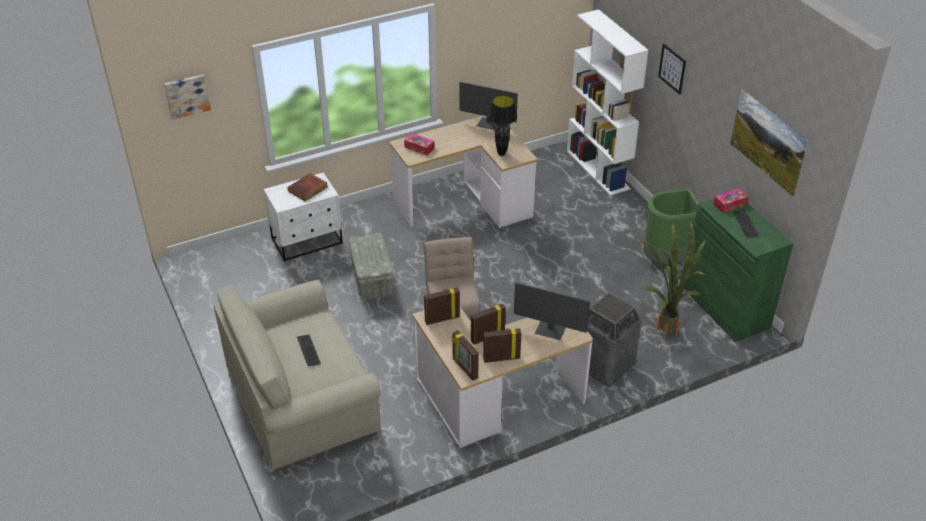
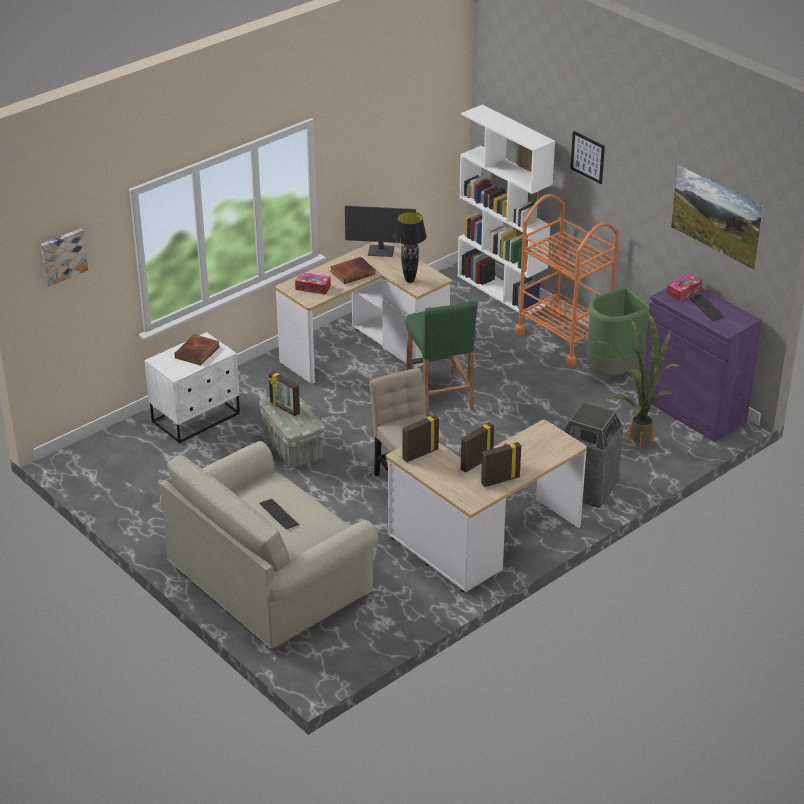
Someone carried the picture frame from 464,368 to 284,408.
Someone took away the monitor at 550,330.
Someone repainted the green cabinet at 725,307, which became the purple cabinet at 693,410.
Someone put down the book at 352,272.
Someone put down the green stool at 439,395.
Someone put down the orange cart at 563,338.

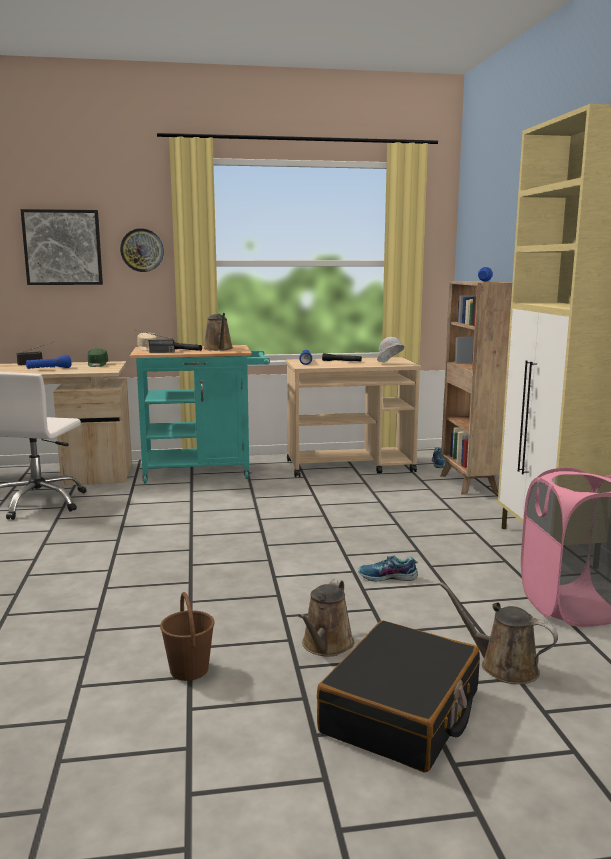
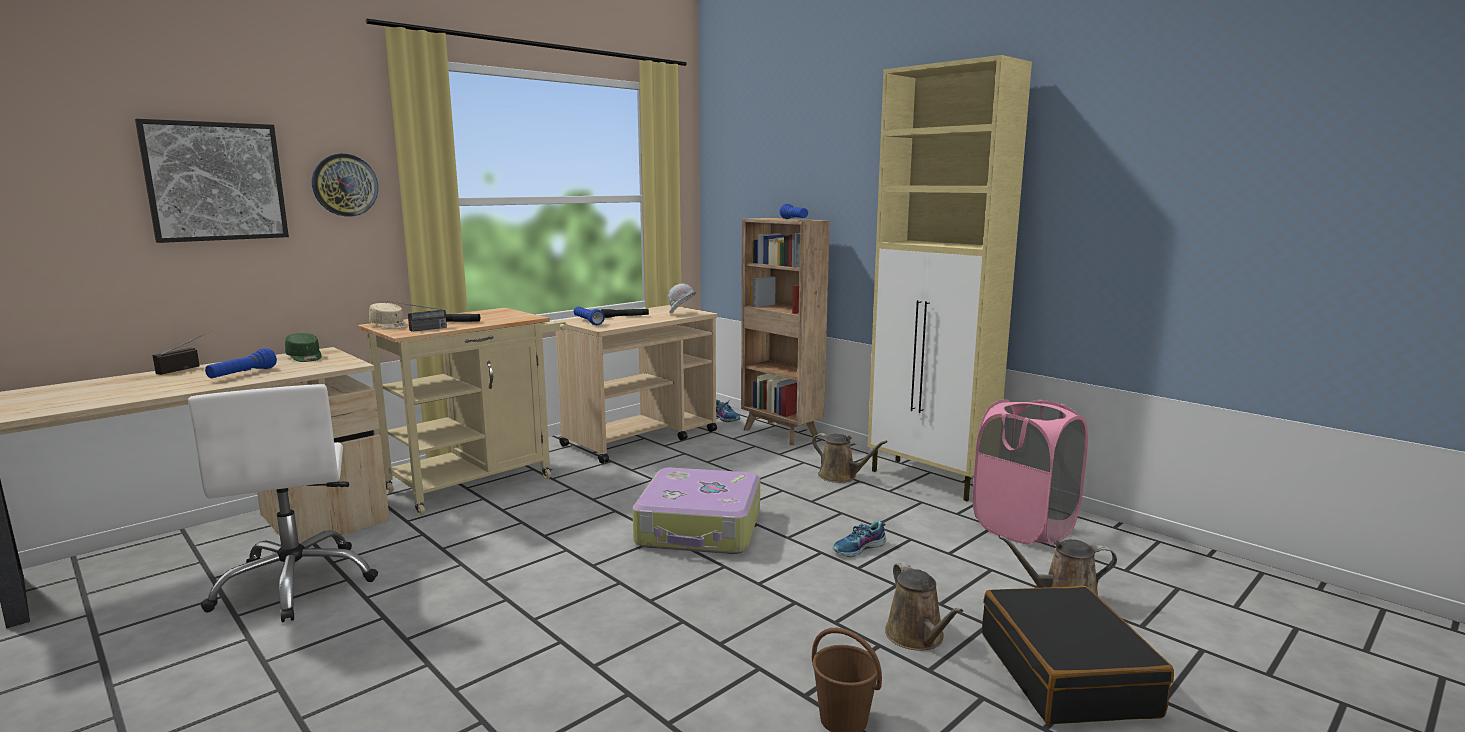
Someone repainted the turquoise cart at 204,472, which became the beige cart at 479,481.
Someone carried the brown watering can from 219,349 to 840,476.
Someone put down the suitcase at 700,529.

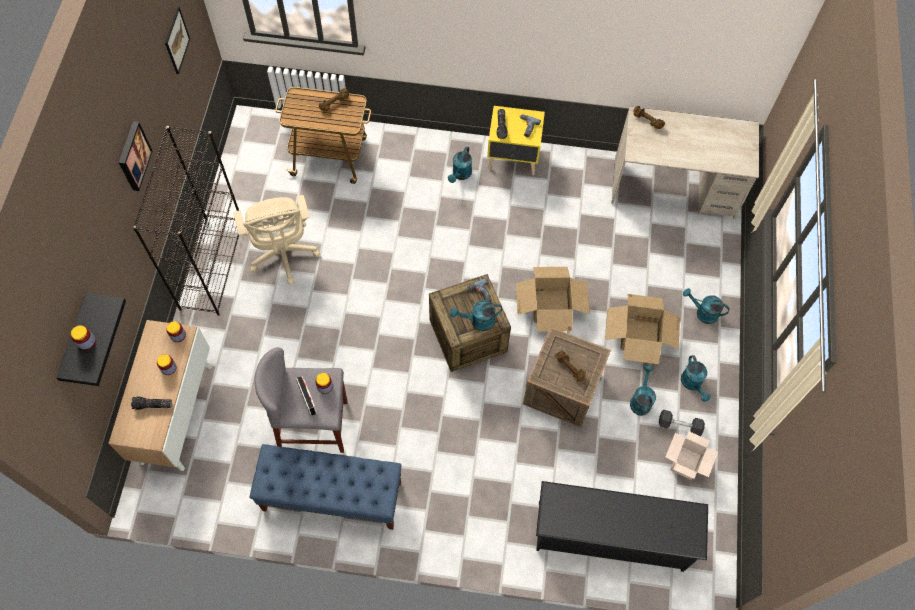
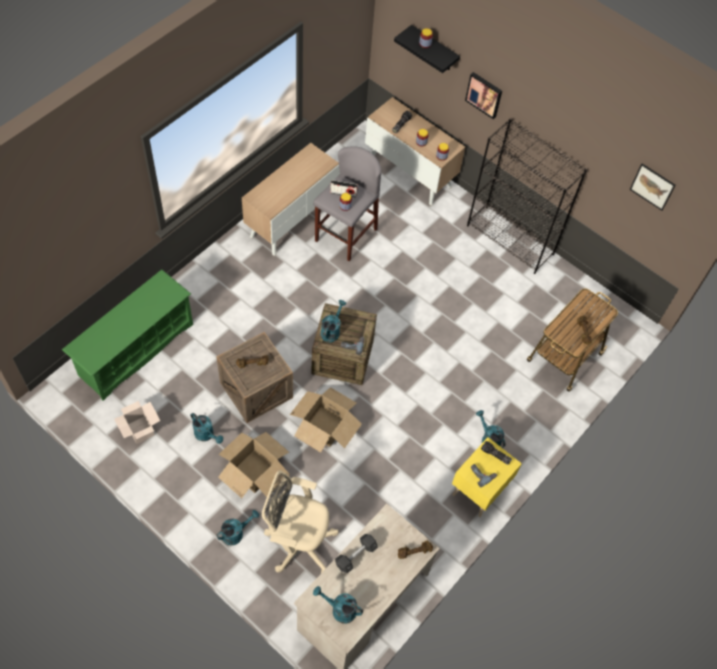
Someone carried the picture from 133,156 to 484,94.
Someone carried the beige office chair from 284,255 to 298,543.
Someone swapped the blue bench at 331,496 for the cabinet at 291,220.
Someone repainted the black shoe rack at 611,536, which became the green shoe rack at 136,350.
Someone carried the grey dumbbell from 679,425 to 356,556.
Someone carried the turquoise watering can from 693,384 to 339,609.

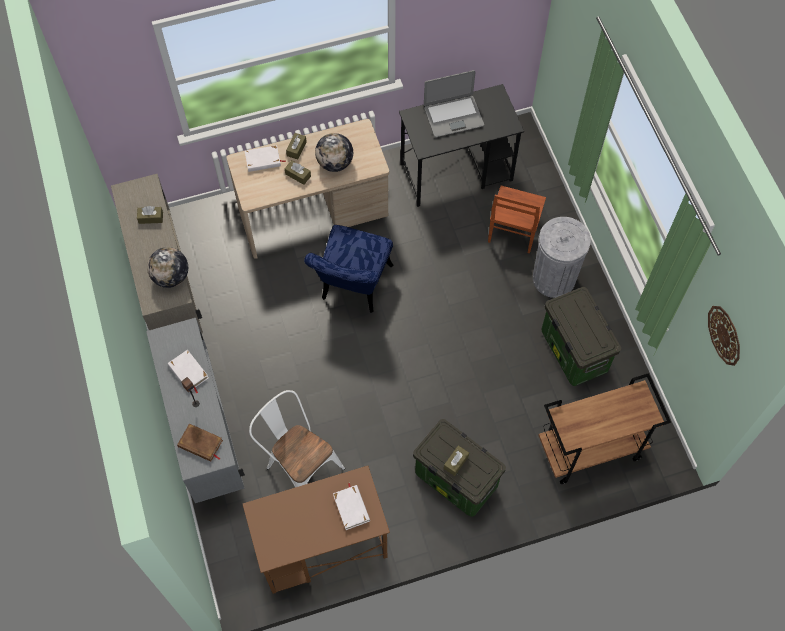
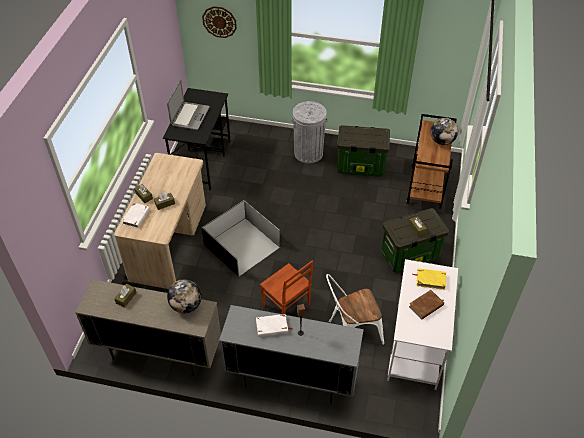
Someone carried the brown book from 200,444 to 426,306.
Someone repainted the brown desk at 320,546, which became the white desk at 416,346.
Someone swapped the blue chair at 353,287 for the black storage box at 241,246.
Someone carried the globe from 335,163 to 442,141.
Someone repainted the white book at 351,508, which became the yellow book at 430,280.
Someone carried the brown chair from 512,232 to 286,306.
Someone carried the wall clock from 724,335 to 219,22.

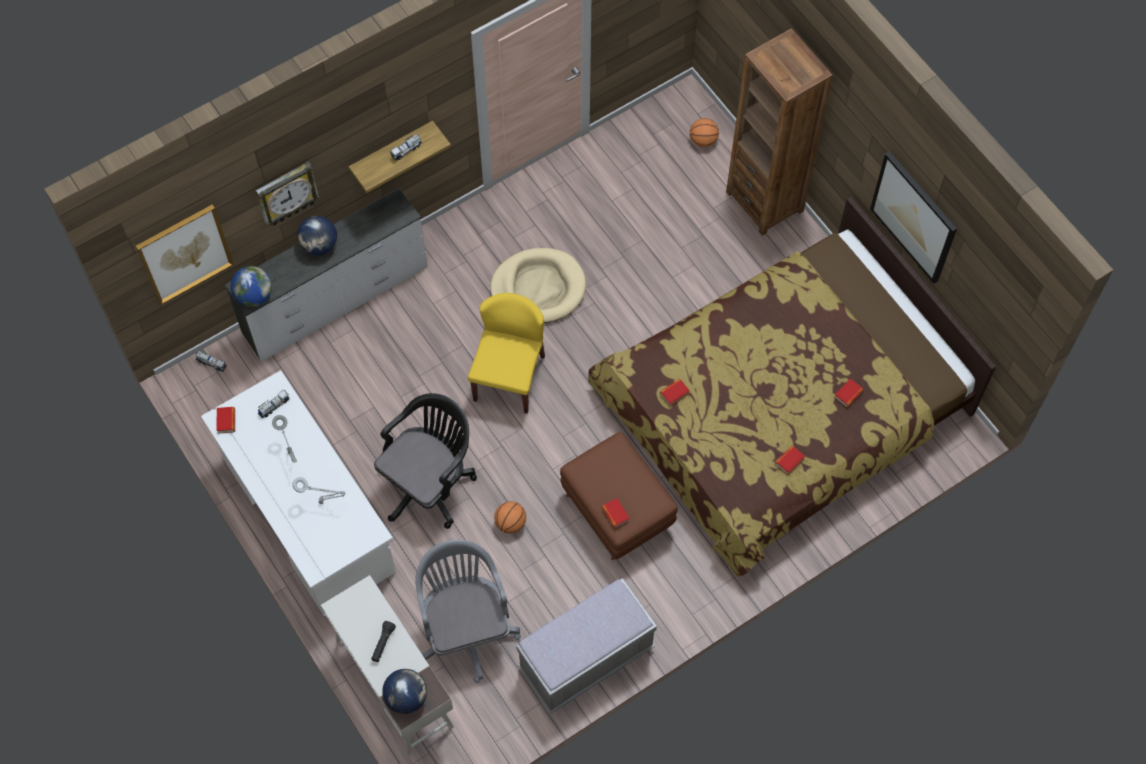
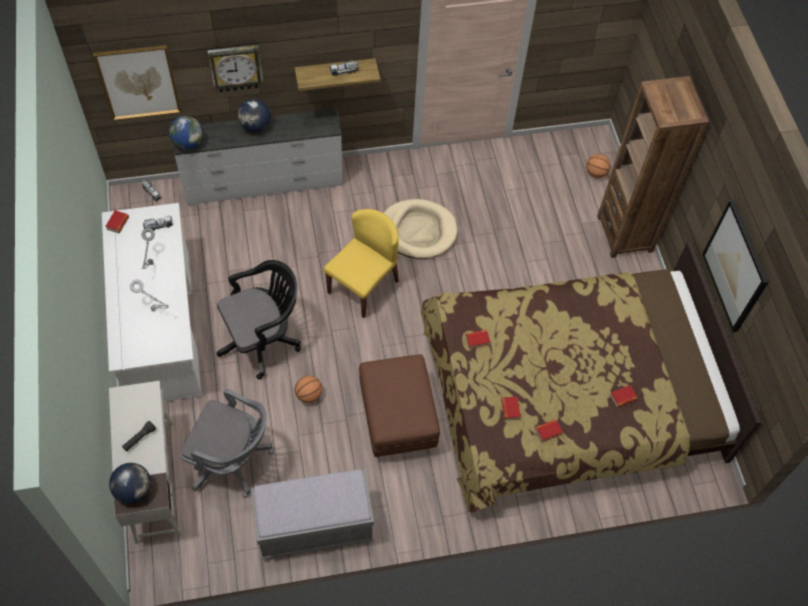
Someone rotated the grey office chair at 465,627 by 105 degrees clockwise.
Someone carried the book from 615,514 to 510,409.

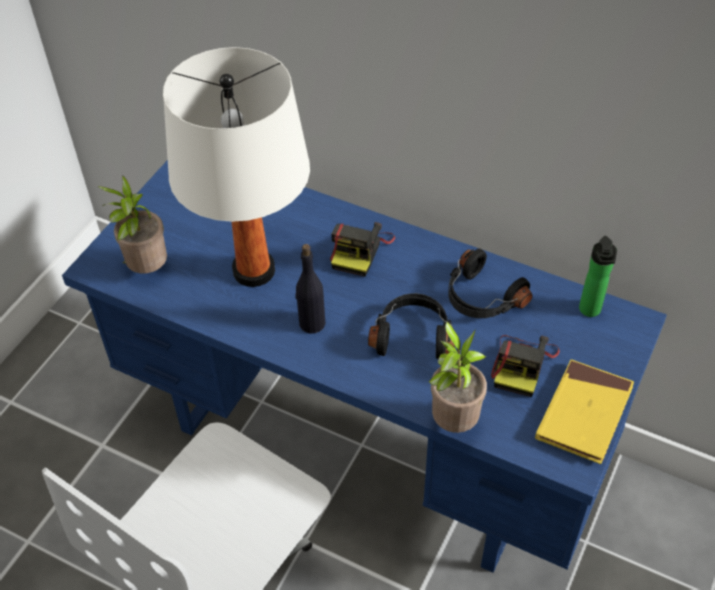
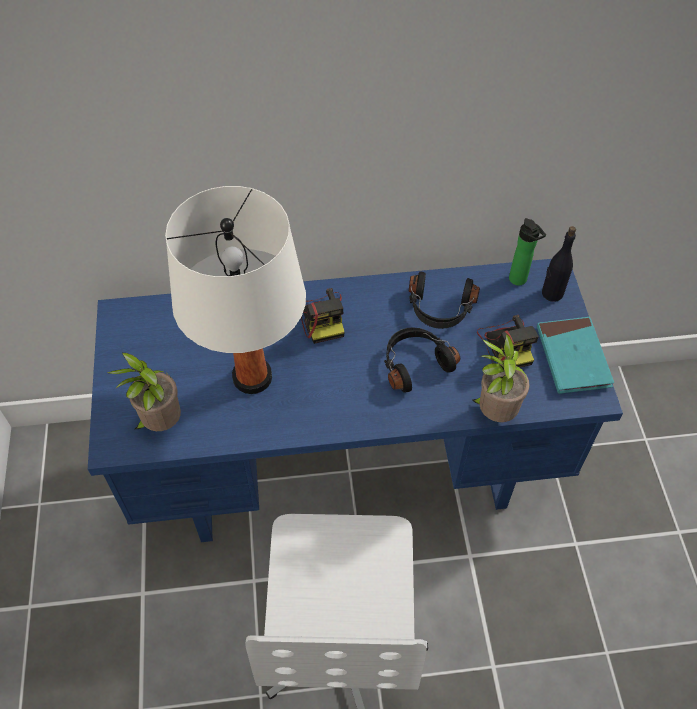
Someone carried the black bottle from 311,323 to 552,293.
Someone repainted the yellow book at 584,414, which became the turquoise book at 573,357.

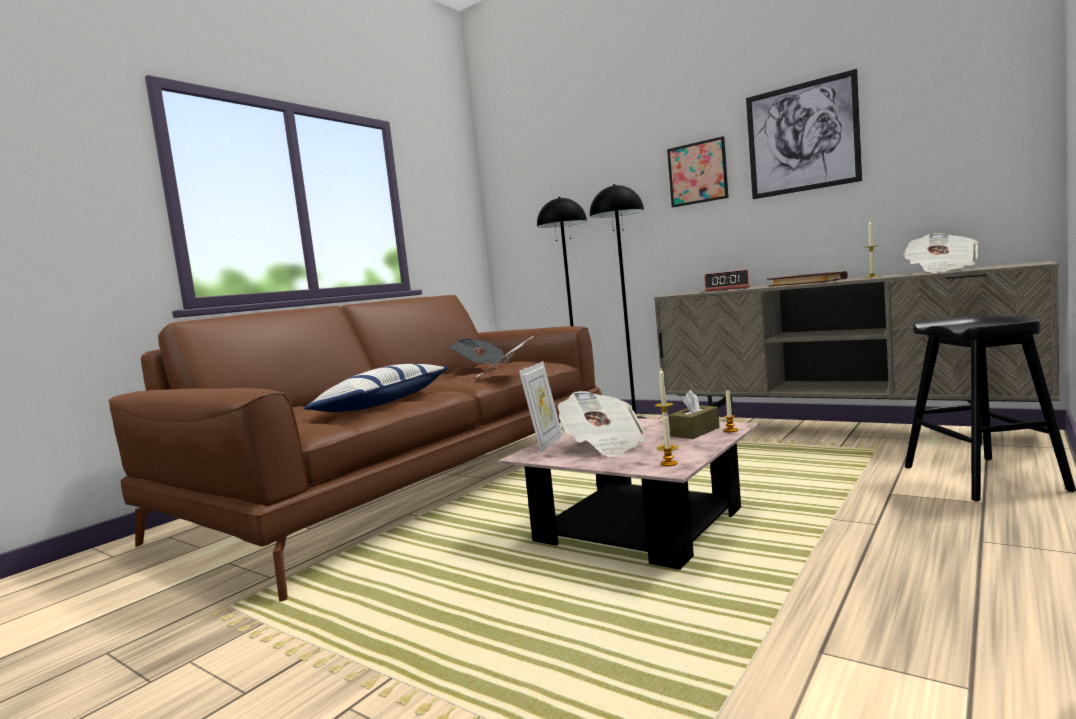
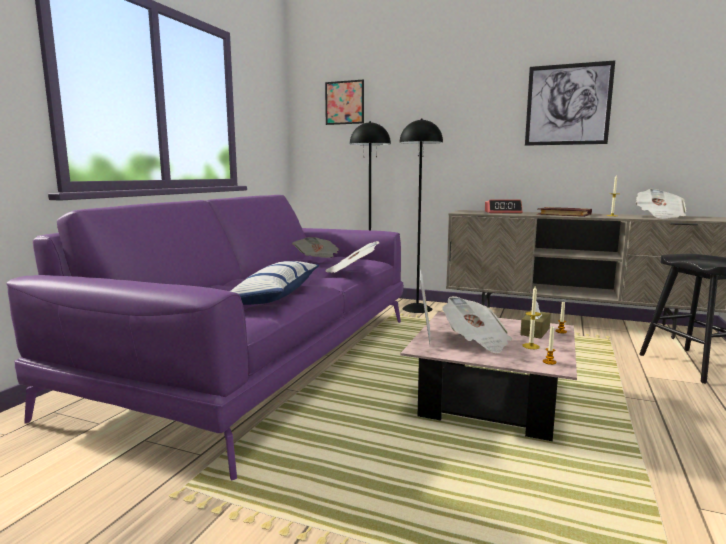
Someone repainted the brown sofa at 409,484, which became the purple sofa at 263,359.
Someone carried the picture from 697,173 to 344,102.

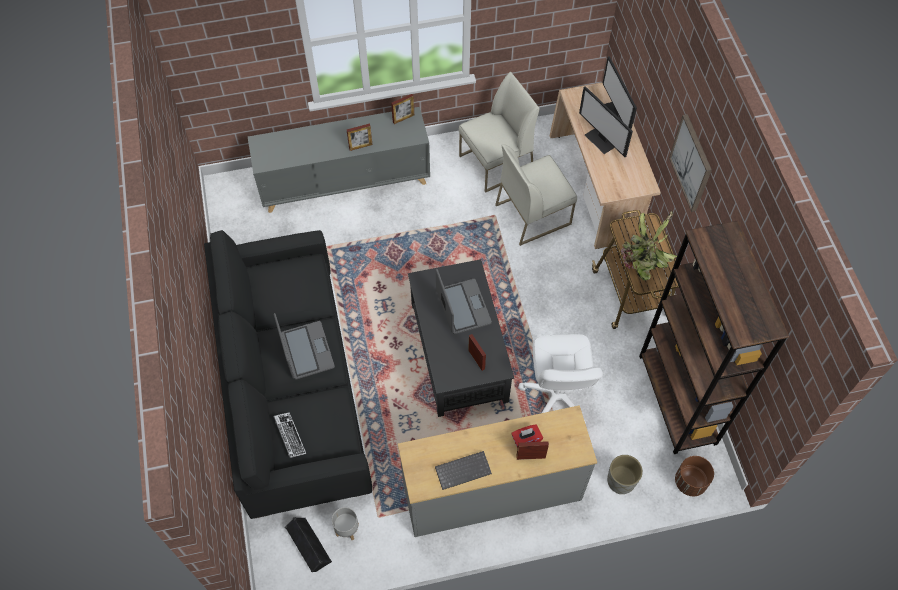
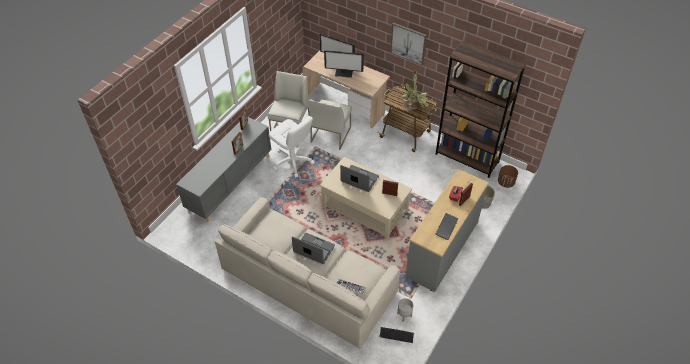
Someone repainted the black sofa at 292,383, which became the beige sofa at 308,280.
Someone repainted the black coffee table at 459,351, which became the beige coffee table at 364,208.
Someone carried the white office chair from 556,397 to 293,161.

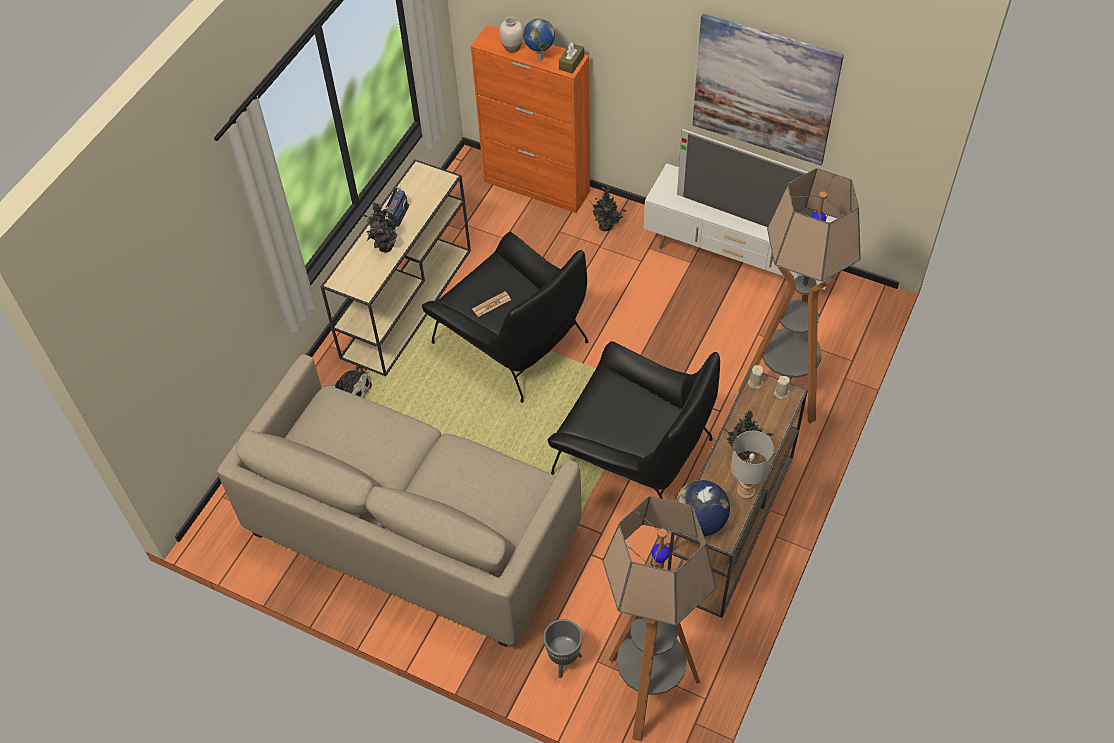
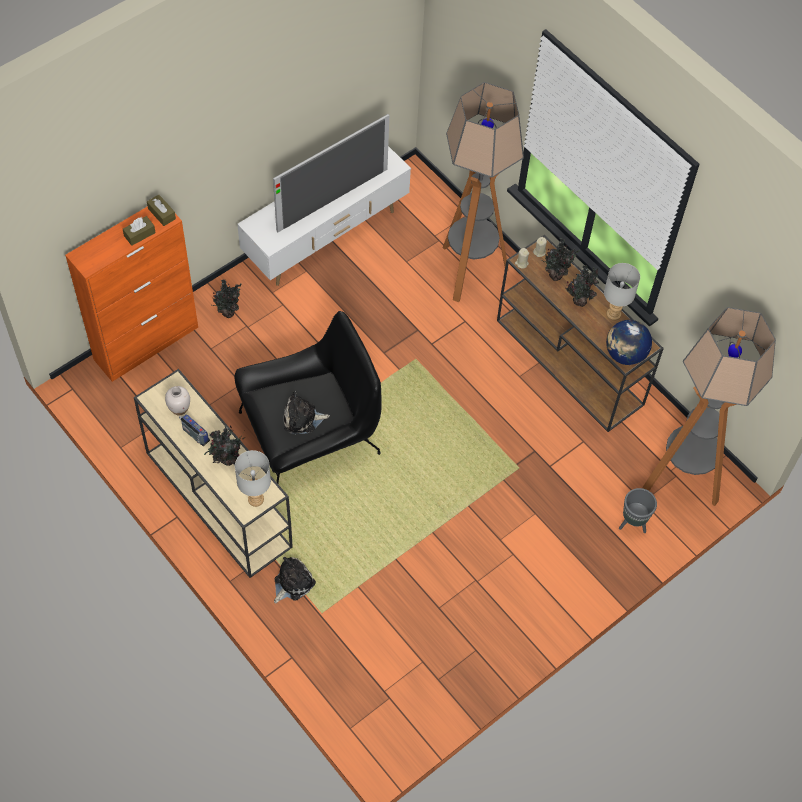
Someone took away the beige sofa at 412,531.
Someone swapped the newspaper at 491,304 for the plush toy at 302,419.
Someone carried the white vase from 512,47 to 179,409.
Someone swapped the globe at 539,58 for the brown tissue box at 139,234.
Someone took away the black armchair at 634,454.
Someone took away the picture at 764,89.
Someone put down the grey table lamp at 256,498.
Someone put down the potted plant at 556,274.

